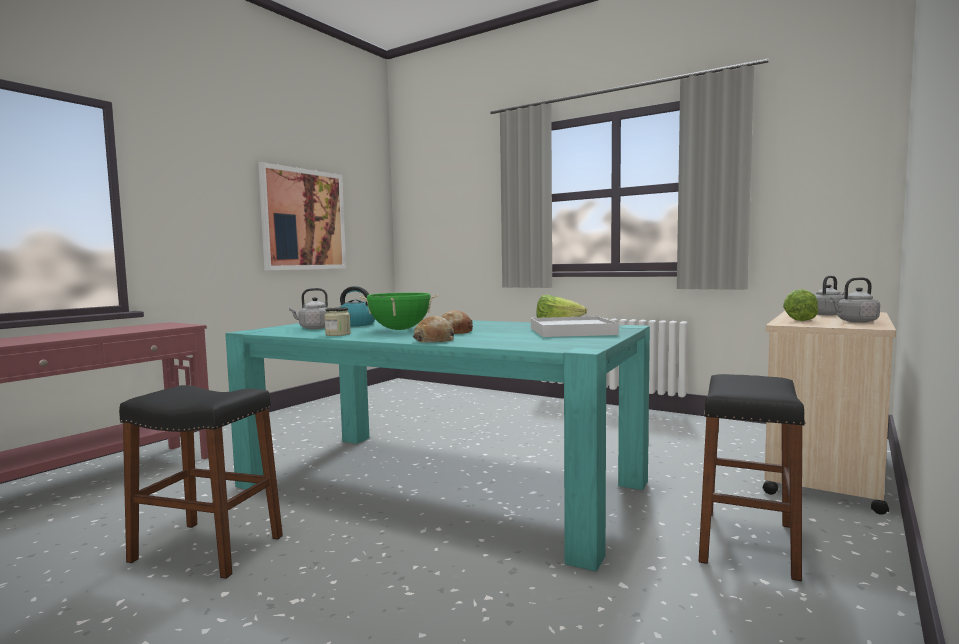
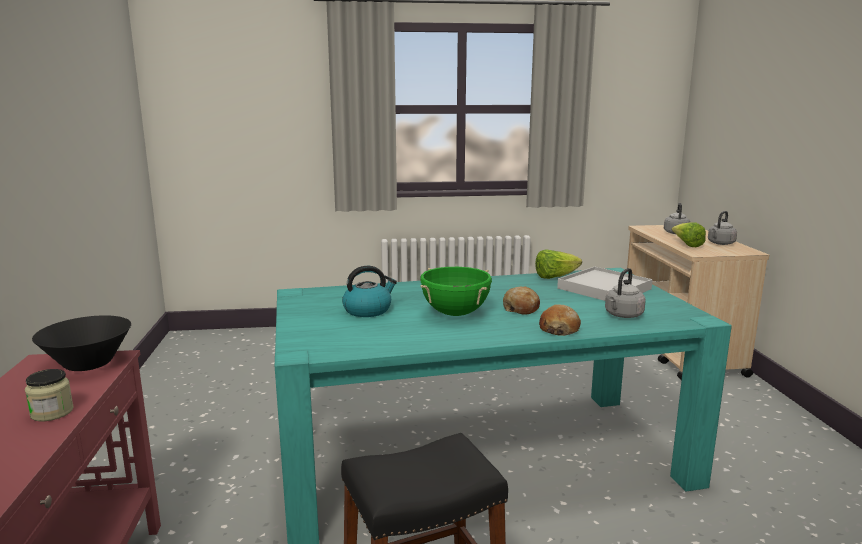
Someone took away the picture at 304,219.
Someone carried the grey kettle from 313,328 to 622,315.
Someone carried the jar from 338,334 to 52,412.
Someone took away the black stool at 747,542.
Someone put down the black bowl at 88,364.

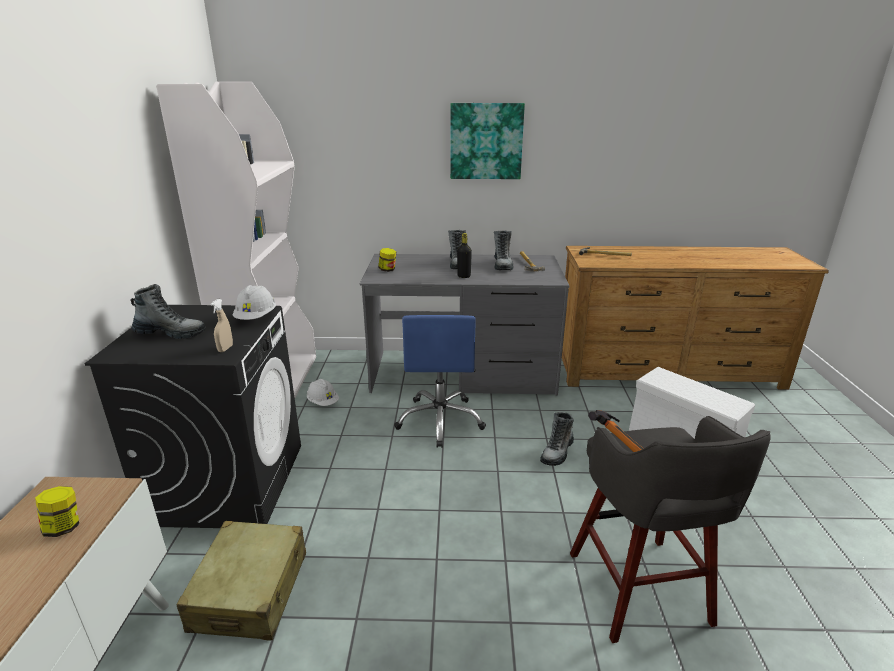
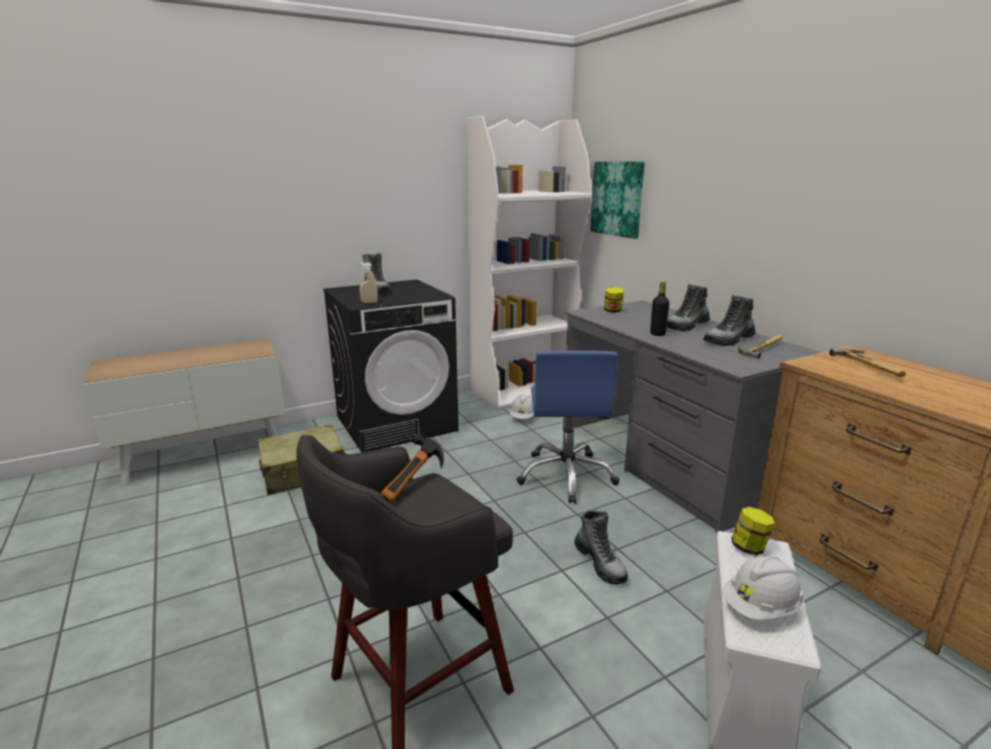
Someone carried the jar from 64,527 to 749,548.
Someone carried the white hard hat from 256,318 to 760,608.
Someone rotated the blue office chair at 440,420 by 60 degrees counterclockwise.
Someone carried the picture from 486,141 to 617,199.
Someone rotated the boot at 557,452 by 120 degrees counterclockwise.

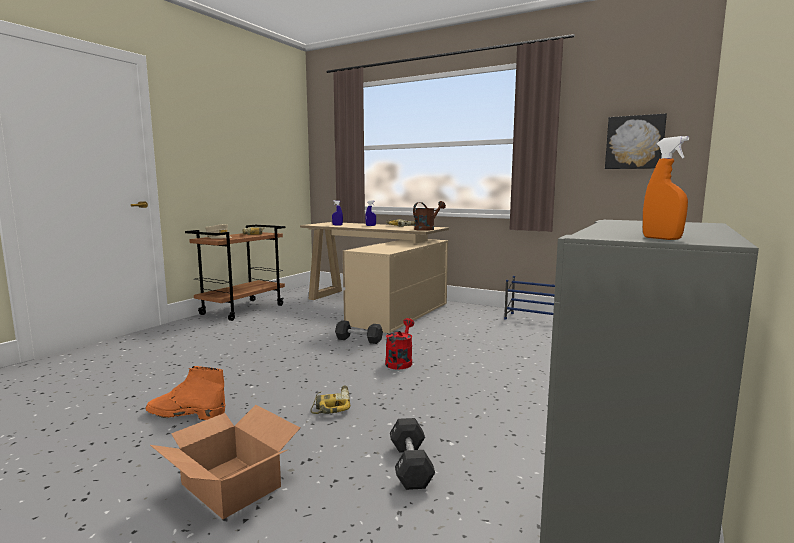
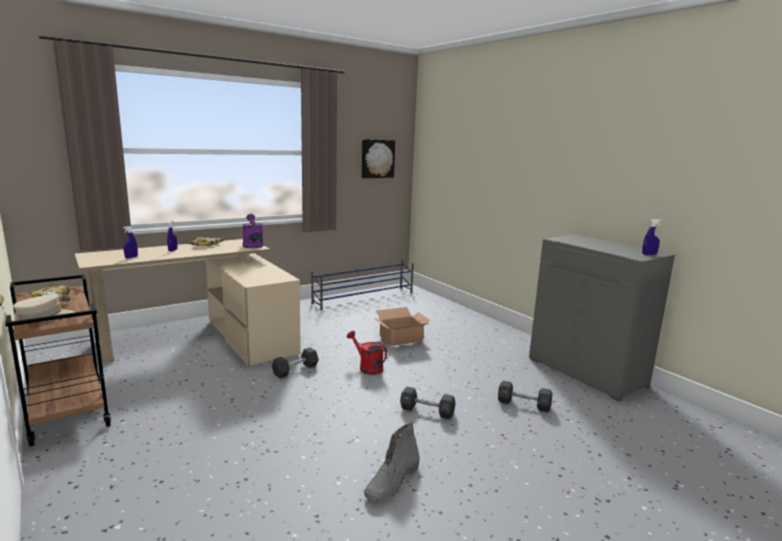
Someone repainted the orange boot at 185,414, which became the grey boot at 392,482.
Someone carried the cardboard box from 230,486 to 401,338.
Someone swapped the power drill at 331,405 for the black dumbbell at 427,411.
Someone repainted the brown watering can at 427,229, which became the purple watering can at 252,245.
Someone repainted the orange spray bottle at 661,238, which became the blue spray bottle at 649,254.

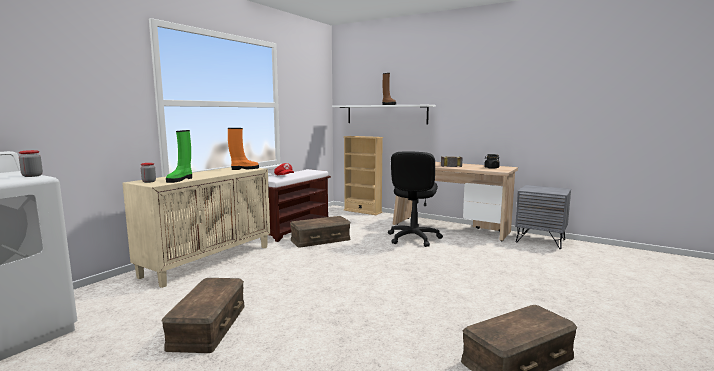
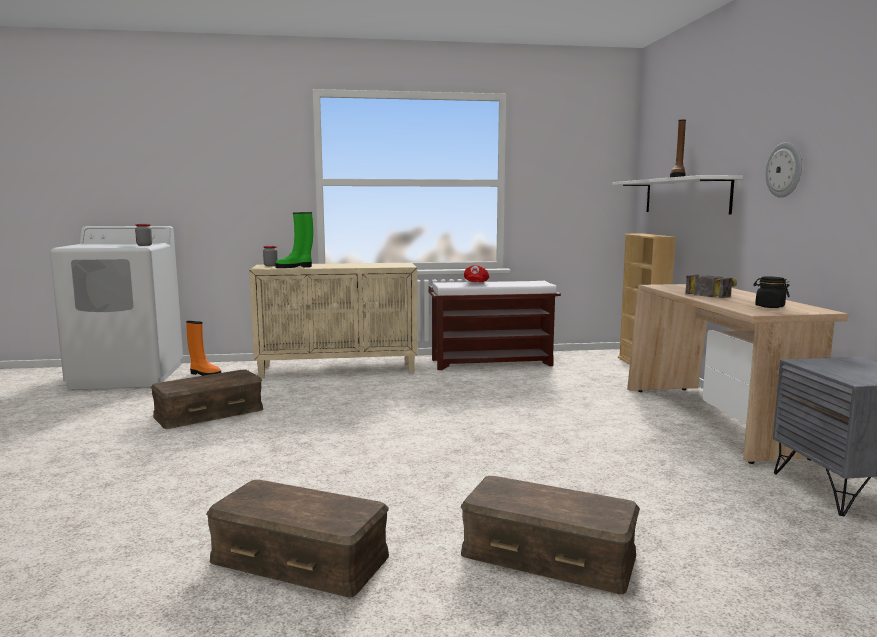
Someone carried the orange boot from 244,169 to 204,374.
Someone carried the brown storage box from 320,240 to 547,555.
Someone took away the black office chair at 413,238.
Someone put up the wall clock at 785,170.

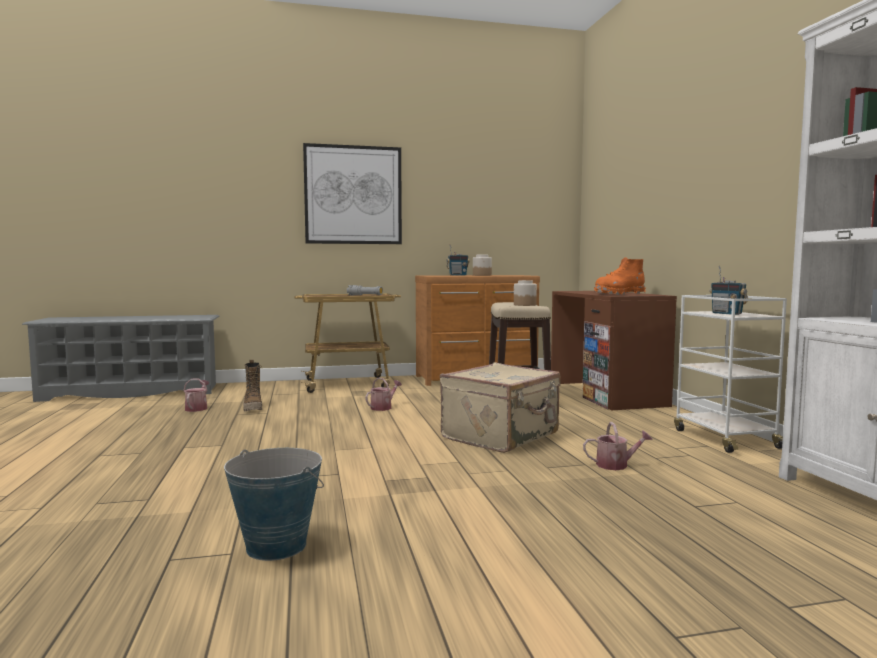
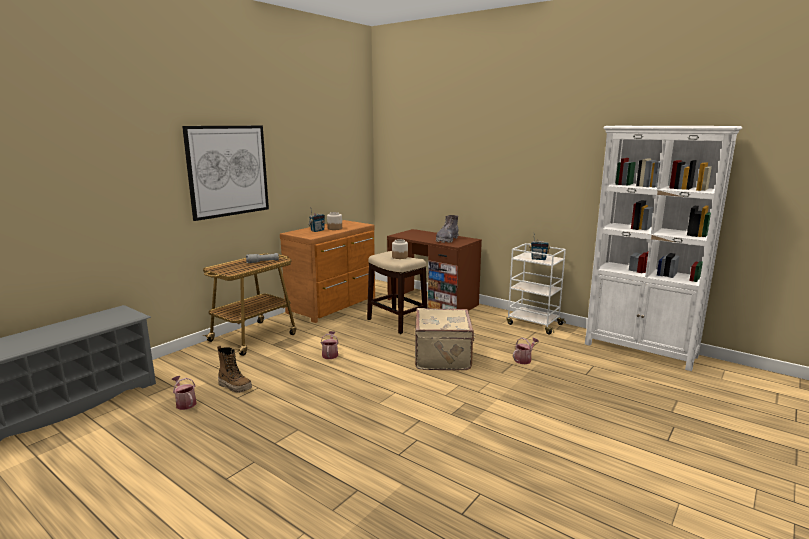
Someone took away the bucket at 276,546.
Someone repainted the orange boot at 619,294, which became the grey boot at 447,240.

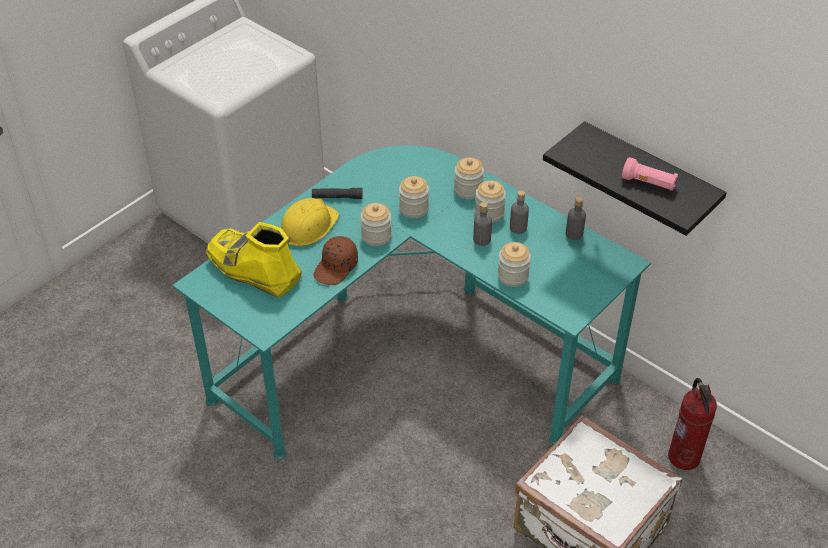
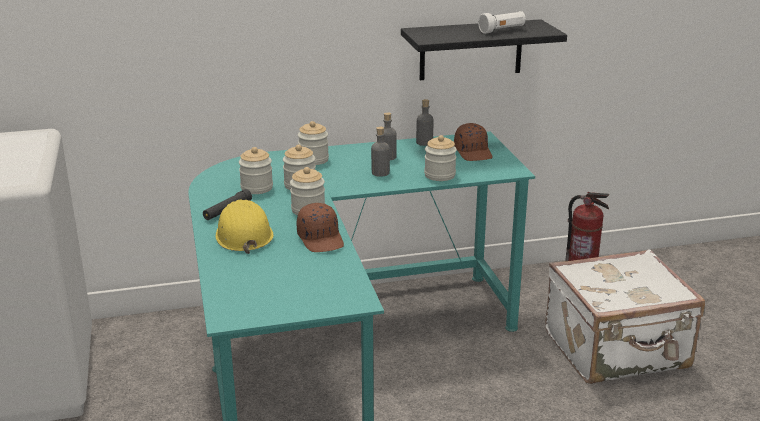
Someone took away the yellow boot at 253,270.
Someone carried the jar from 489,213 to 257,188.
Someone repainted the pink flashlight at 649,183, which became the white flashlight at 502,30.
Someone put down the brown cap at 473,152.

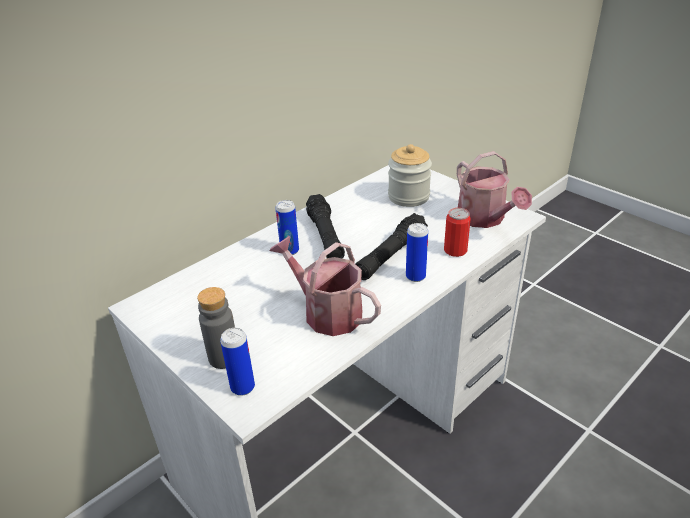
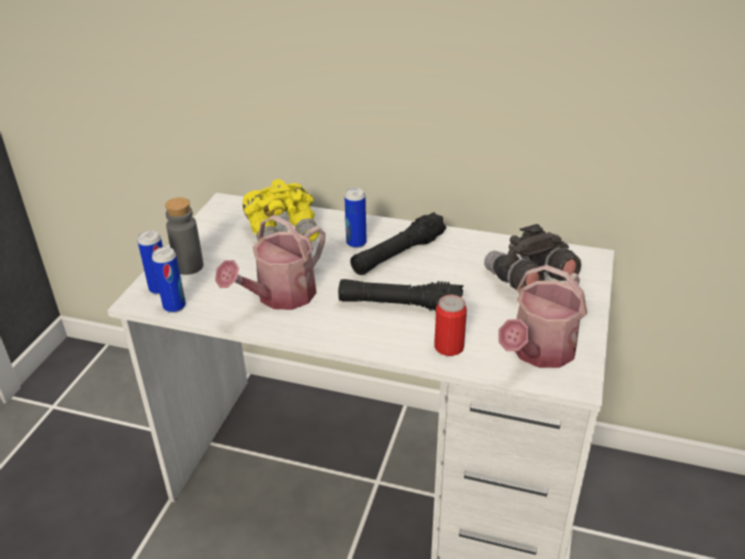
Someone rotated the watering can at 327,312 by 150 degrees counterclockwise.
Someone swapped the jar at 408,197 for the grey binoculars at 528,281.
Someone carried the can from 415,276 to 174,306.
Someone put down the yellow binoculars at 283,231.

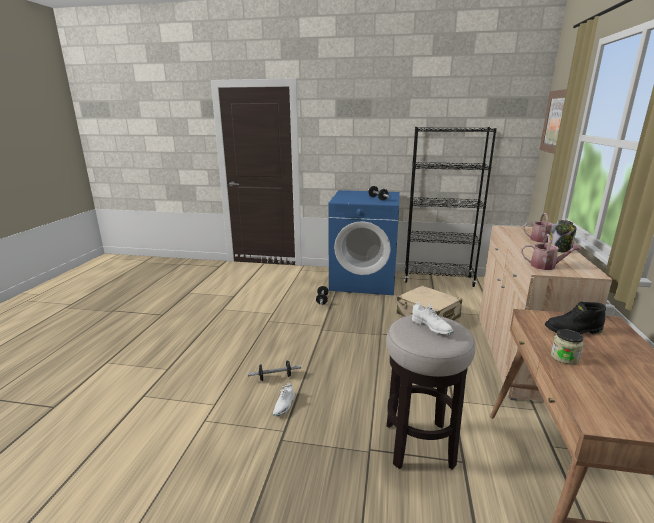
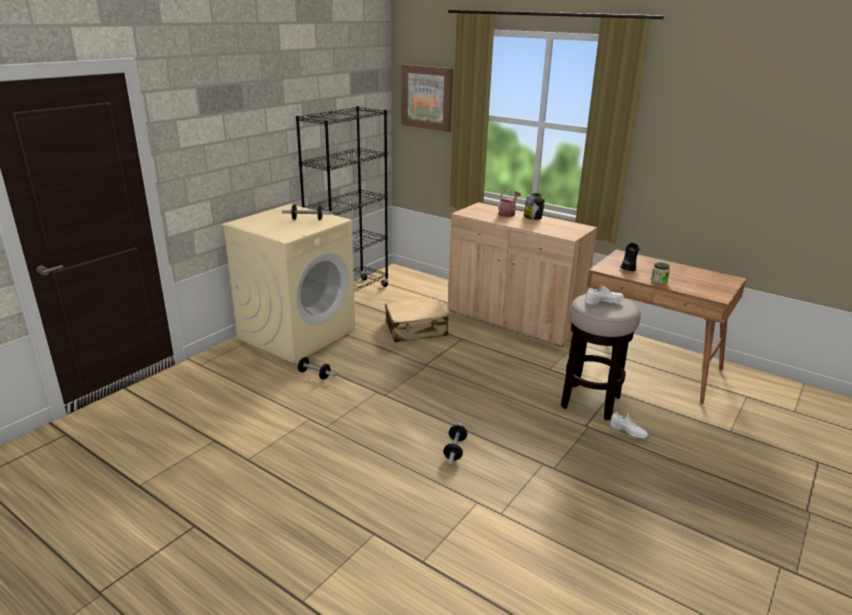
Someone carried the white shoe from 284,406 to 628,432.
Someone repainted the blue washing machine at 364,281, which became the beige washing machine at 297,333.
Someone took away the watering can at 546,266.

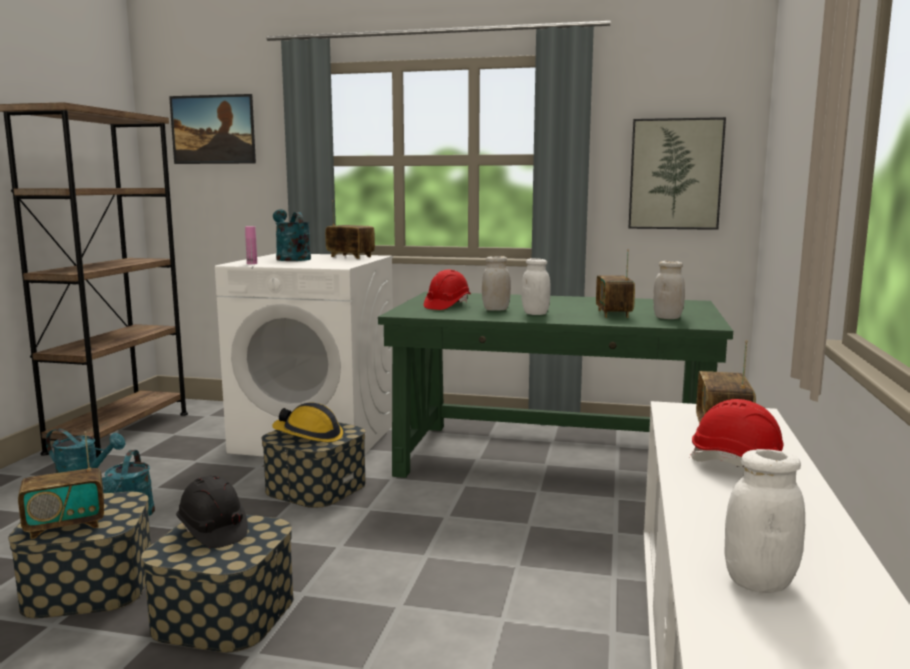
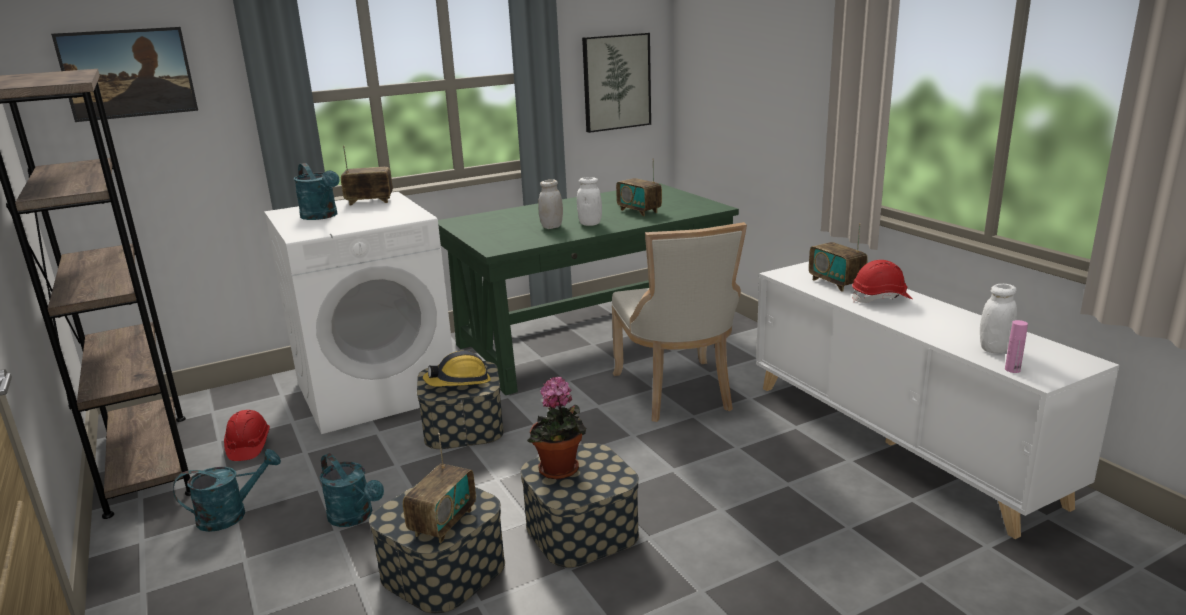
Someone swapped the black hard hat at 212,531 for the potted plant at 560,471.
Someone carried the pink bottle from 252,263 to 1012,369.
Someone rotated the turquoise watering can at 291,258 by 150 degrees counterclockwise.
Someone carried the red hard hat from 447,306 to 248,446.
Someone took away the white jar at 667,318.
Someone put down the beige chair at 677,393.

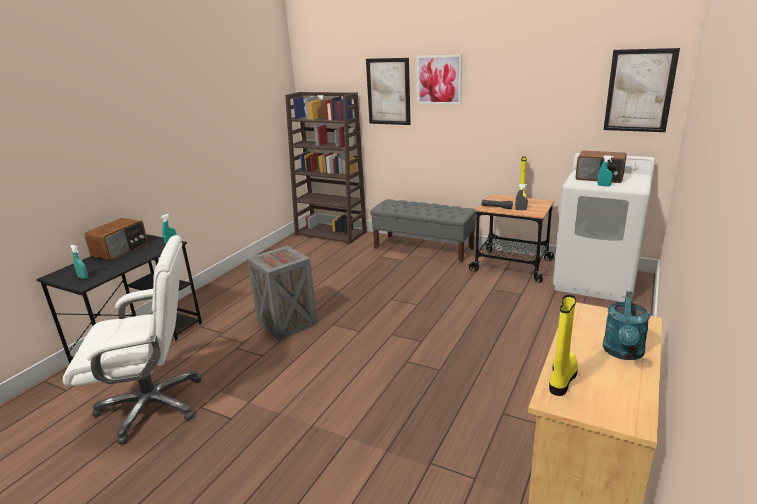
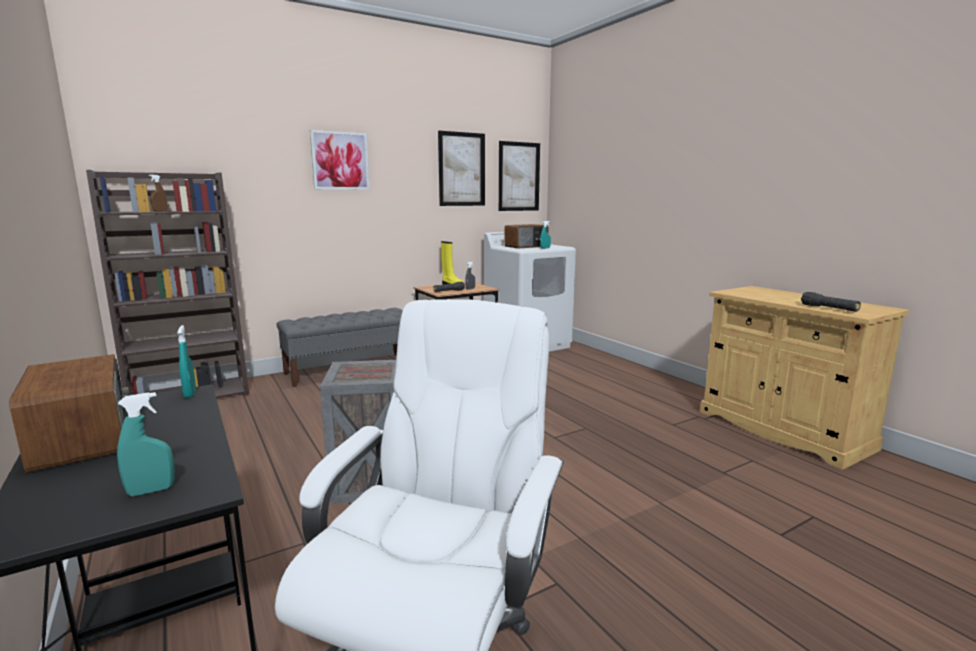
Someone carried the picture from 388,91 to 462,169.
Someone swapped the yellow boot at 561,378 for the black flashlight at 829,309.
Someone took away the turquoise watering can at 623,353.

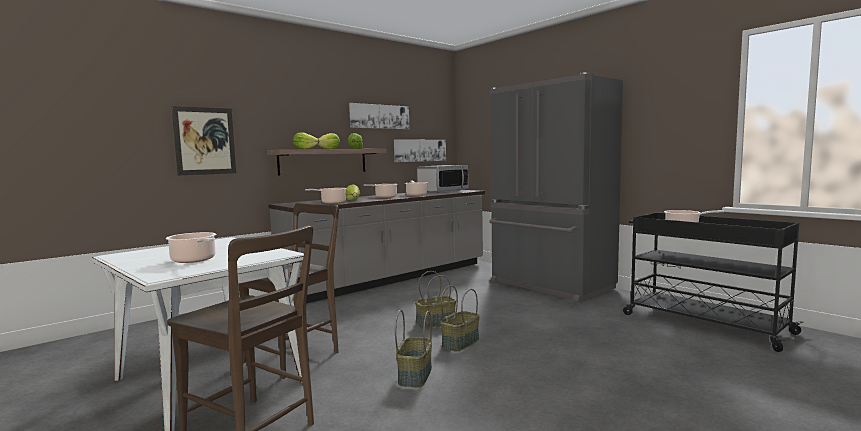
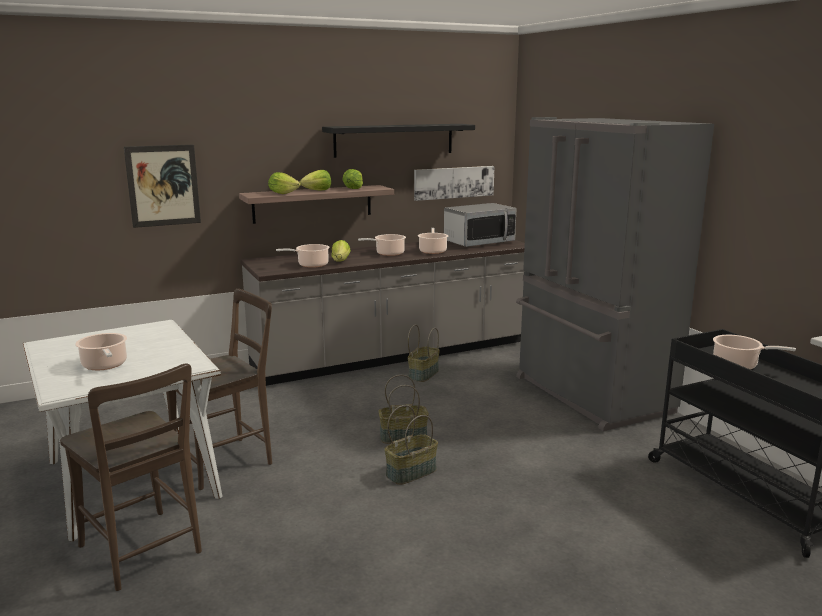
Someone swapped the picture at 379,116 for the black shelf at 394,140.
Someone carried the basket from 414,375 to 423,374.

